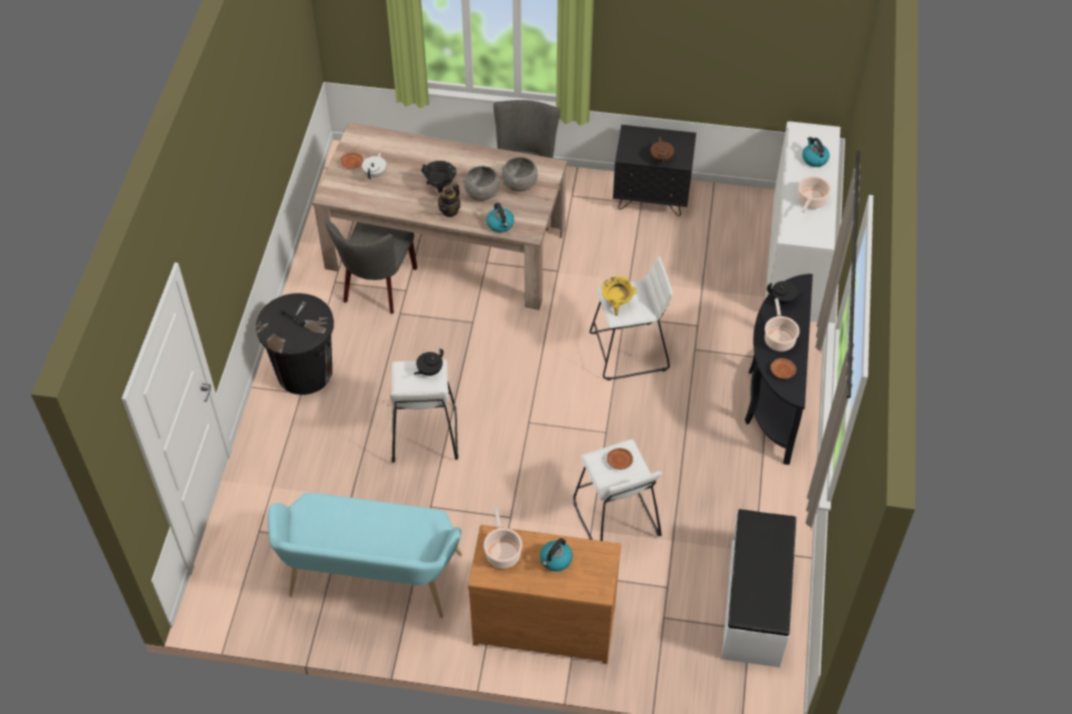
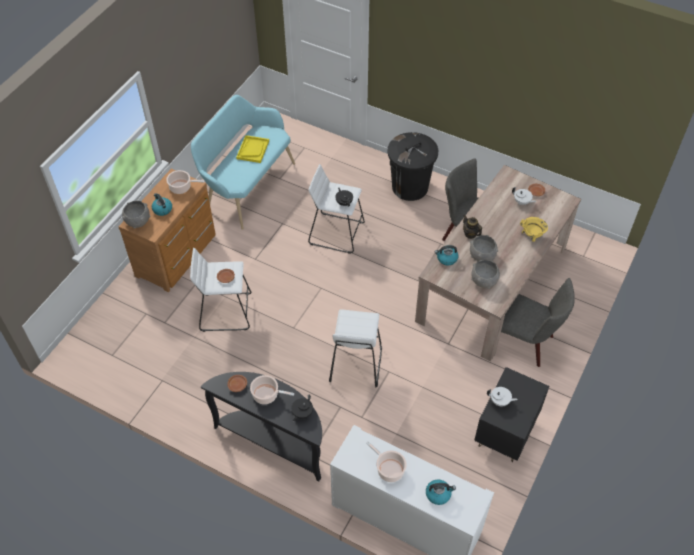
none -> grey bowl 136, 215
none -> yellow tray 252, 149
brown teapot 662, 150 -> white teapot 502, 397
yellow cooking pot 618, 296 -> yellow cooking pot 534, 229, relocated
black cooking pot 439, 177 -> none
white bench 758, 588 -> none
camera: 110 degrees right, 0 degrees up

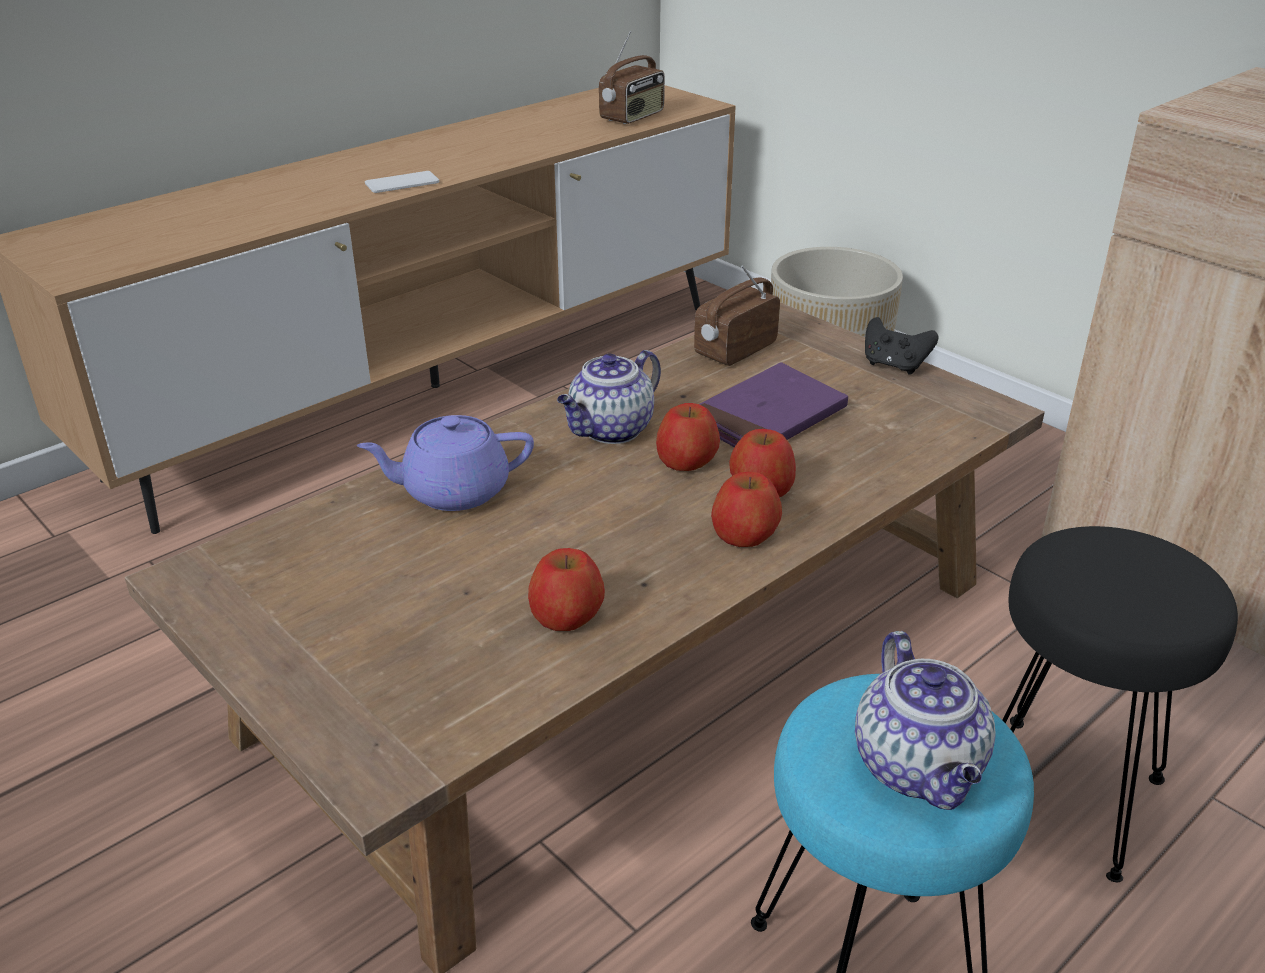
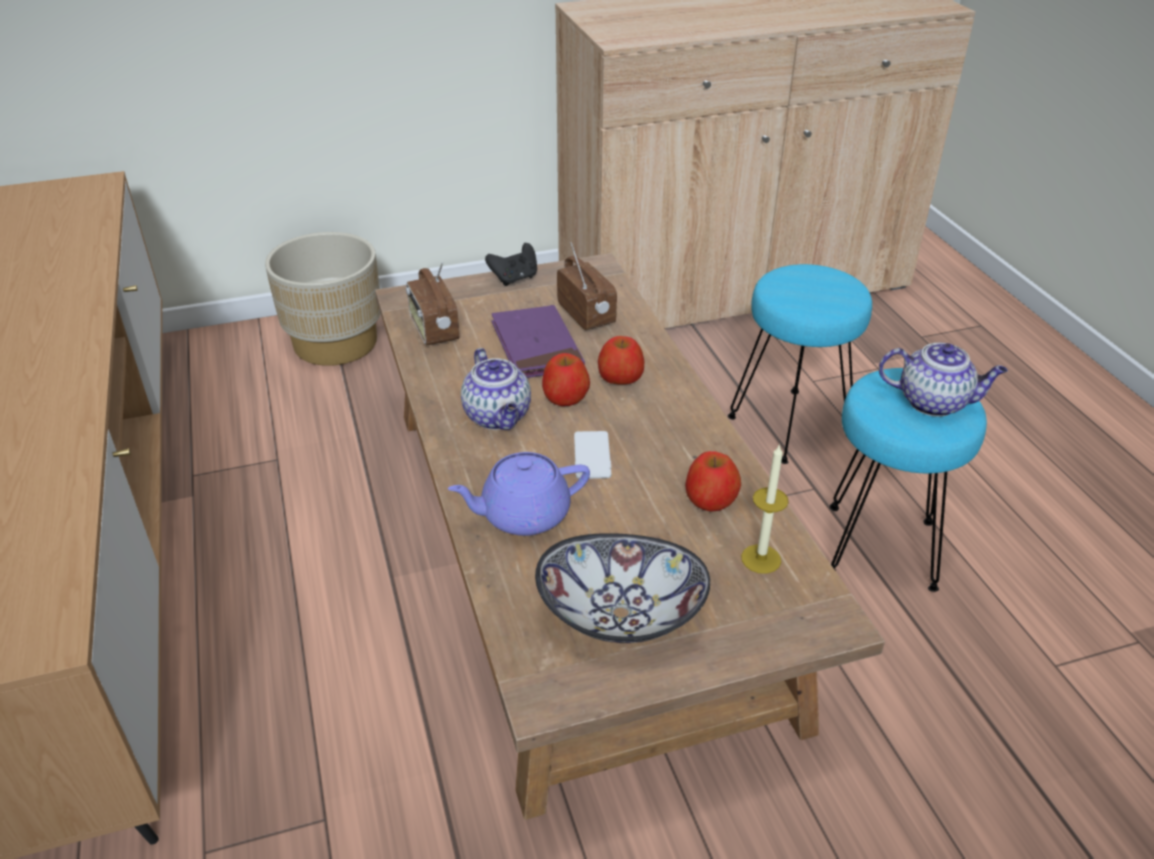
purple teapot 445, 463 -> purple teapot 519, 494, 60 degrees clockwise
none -> bowl 622, 588
radio 632, 77 -> radio 587, 286, relocated
phone 402, 182 -> phone 592, 455, relocated
black stool 1120, 704 -> turquoise stool 800, 364
none -> candle 765, 509
apple 746, 509 -> none
camera: 65 degrees left, 5 degrees up

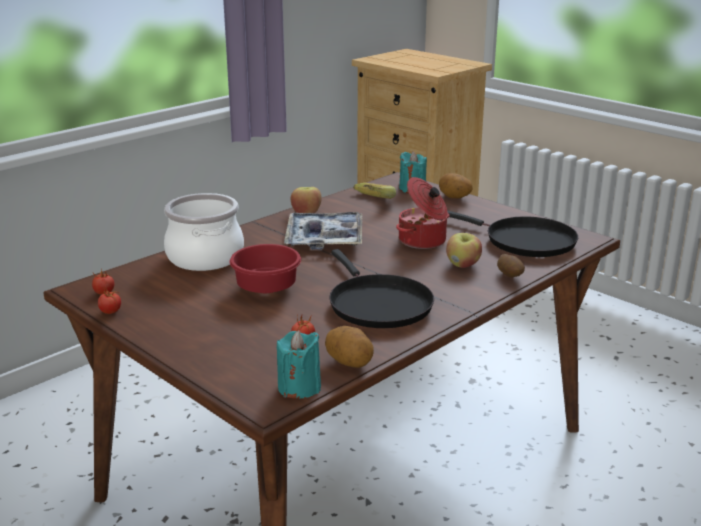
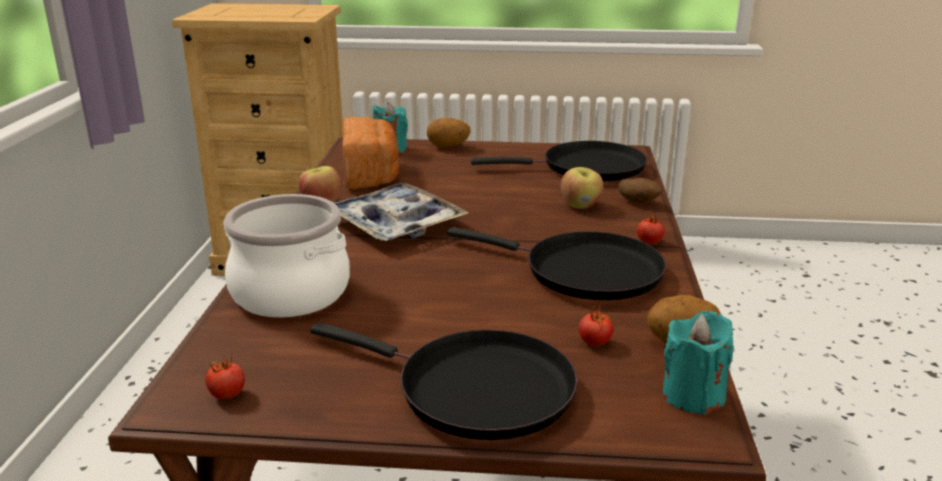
none -> black frying pan 444, 381
banana 374, 191 -> bread 370, 153
tomato 109, 300 -> tomato 651, 227, relocated
red bowl 265, 268 -> none
cooking pot 423, 213 -> none
camera: 40 degrees left, 0 degrees up

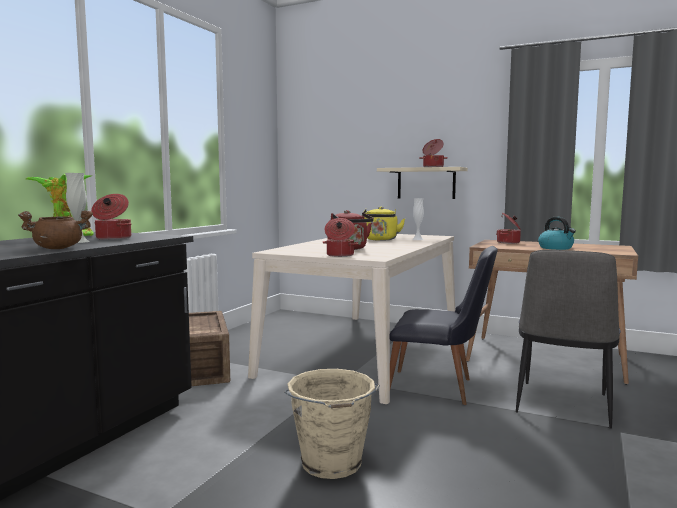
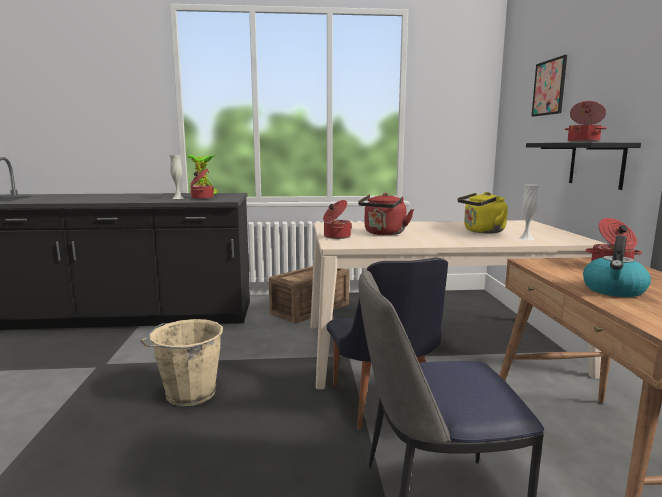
beige shelf 422, 183 -> black shelf 583, 166
none -> picture 549, 86
brown cooking pot 55, 229 -> none
camera: 60 degrees right, 5 degrees up

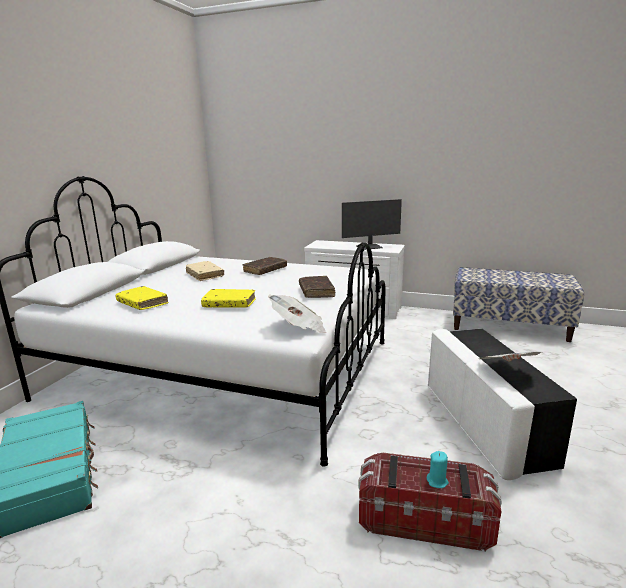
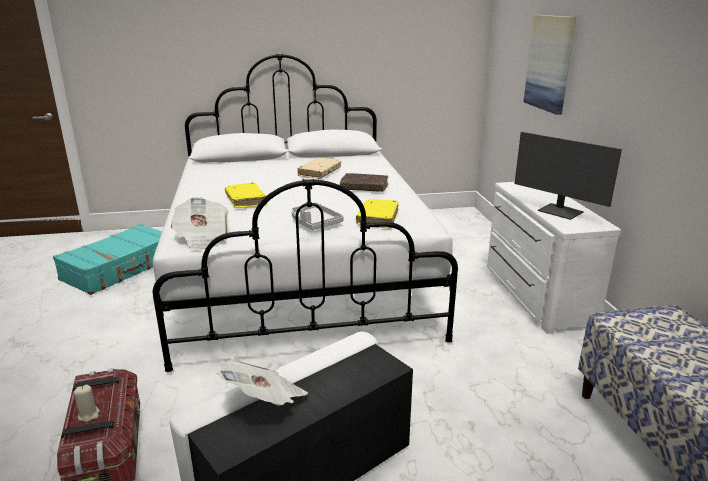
turquoise candle 438, 469 -> beige candle 87, 403
brown book 317, 287 -> grey tray 317, 216
yellow book 141, 298 -> yellow book 377, 213, relocated
none -> picture 549, 65
camera: 60 degrees right, 5 degrees up

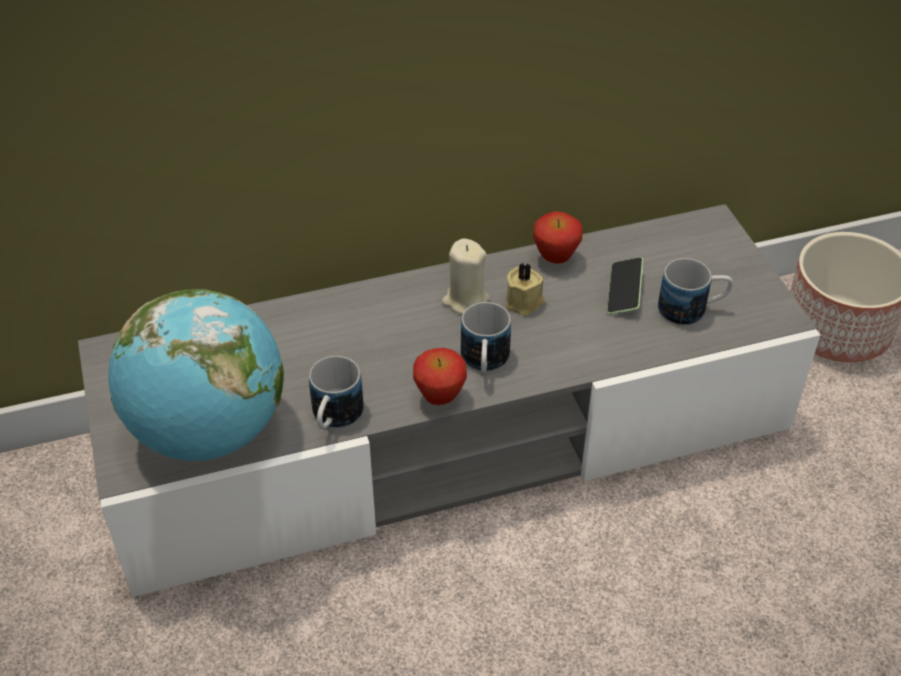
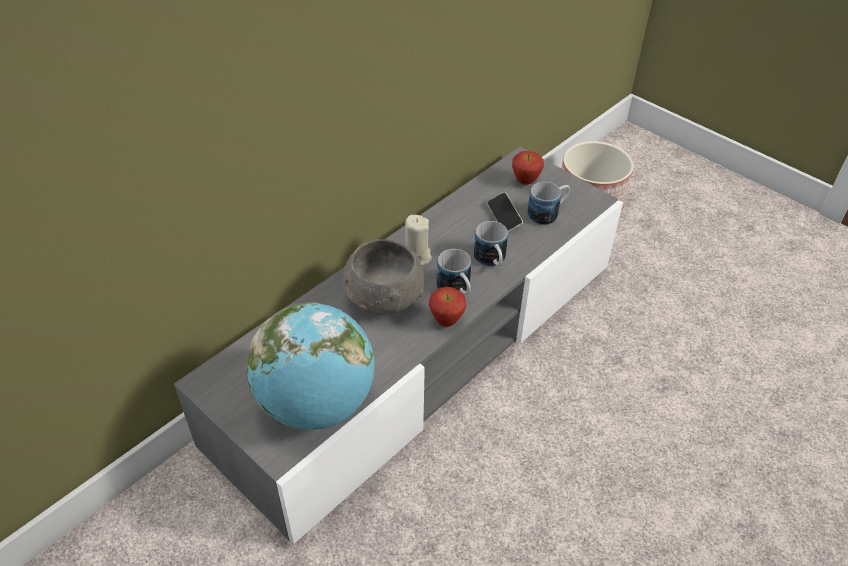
none -> grey bowl 383, 277
mug 336, 393 -> mug 490, 244, relocated
apple 558, 237 -> apple 528, 168, relocated
beige candle 525, 289 -> none
camera: 30 degrees left, 0 degrees up

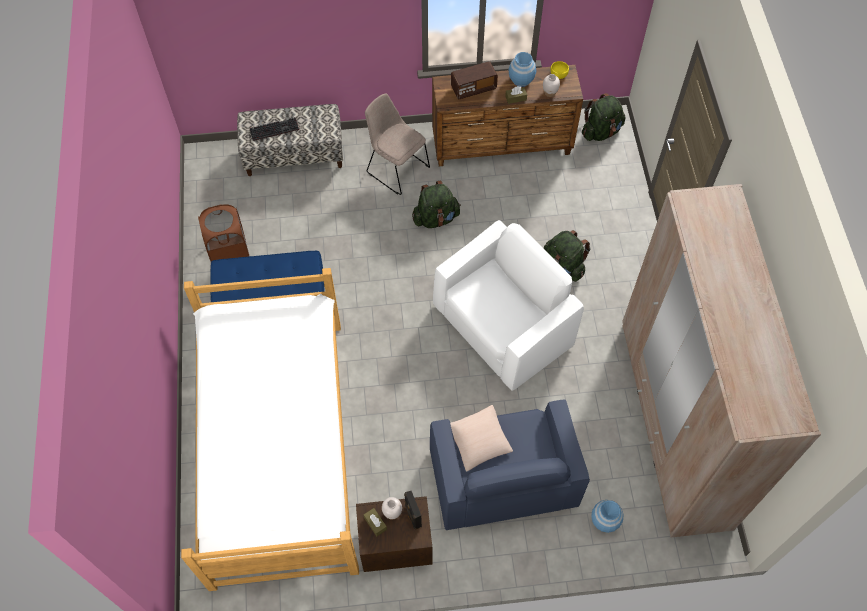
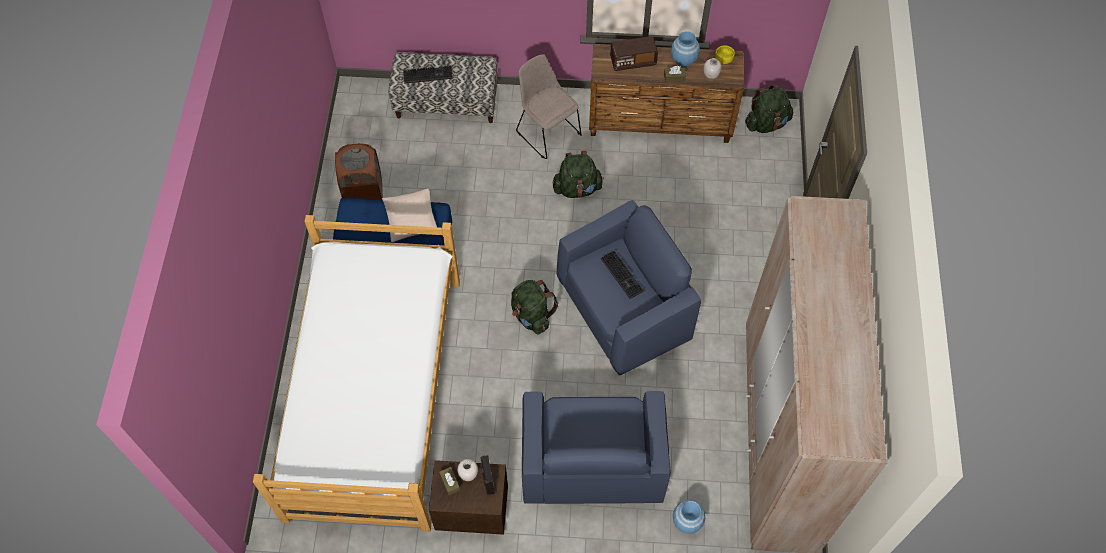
beige pillow 481, 438 -> beige pillow 409, 215, relocated
green backpack 567, 256 -> green backpack 535, 307, relocated
white armchair 508, 305 -> blue armchair 629, 287
none -> keyboard 622, 275
camera: 10 degrees right, 0 degrees up

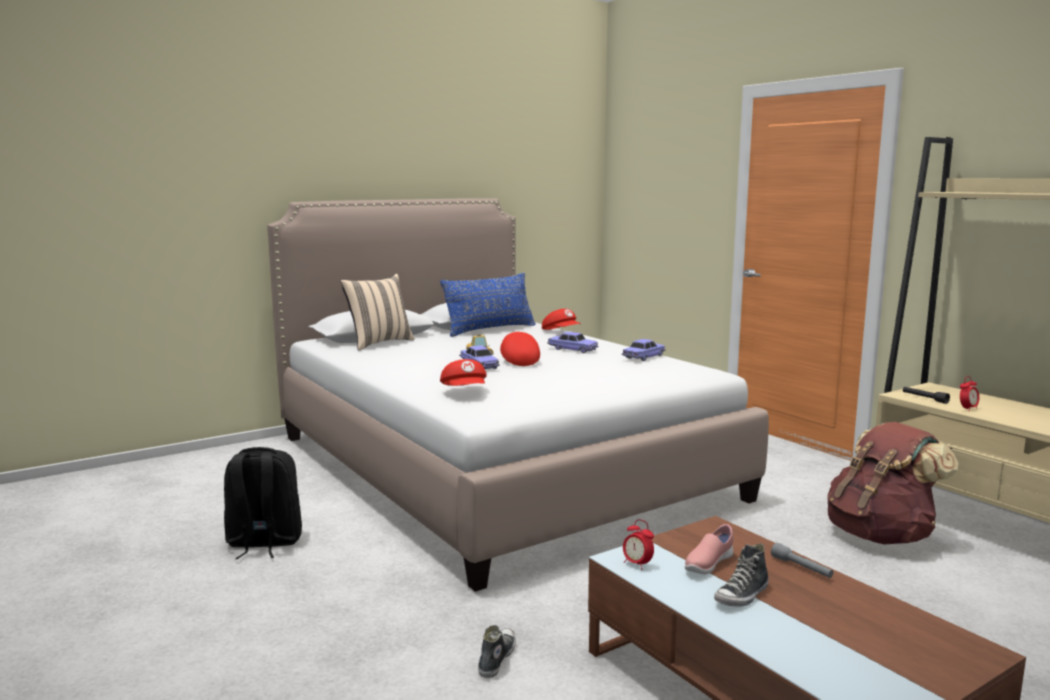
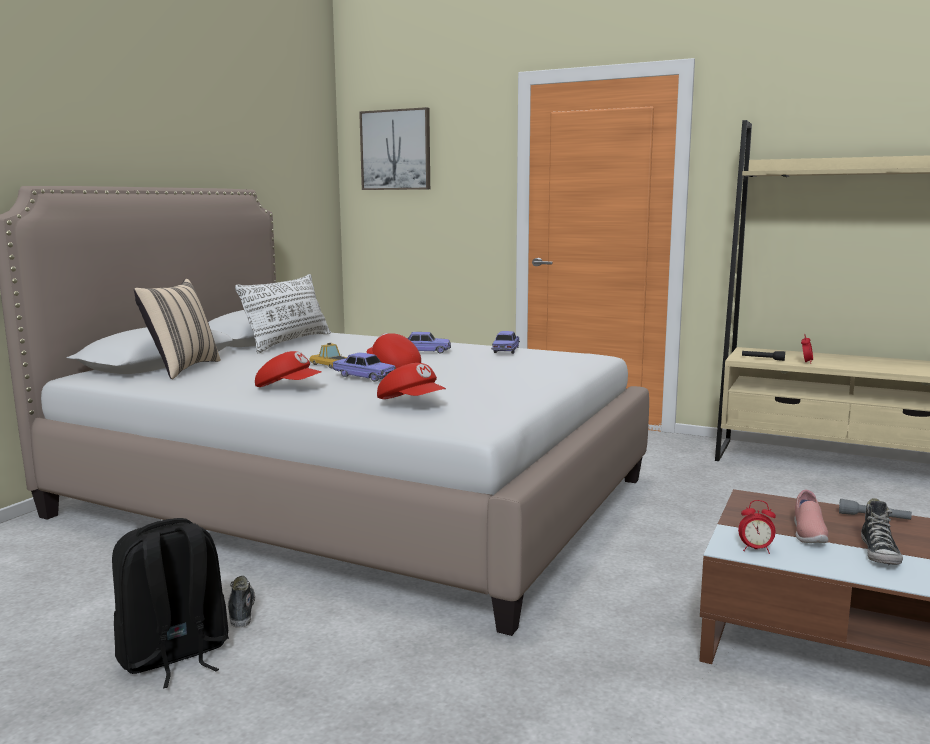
shoe 497, 651 -> shoe 241, 601, relocated
blue pillow 488, 305 -> white pillow 283, 313
red cap 561, 319 -> red cap 288, 369, relocated
none -> picture 394, 148
brown backpack 893, 483 -> none
camera: 30 degrees left, 0 degrees up

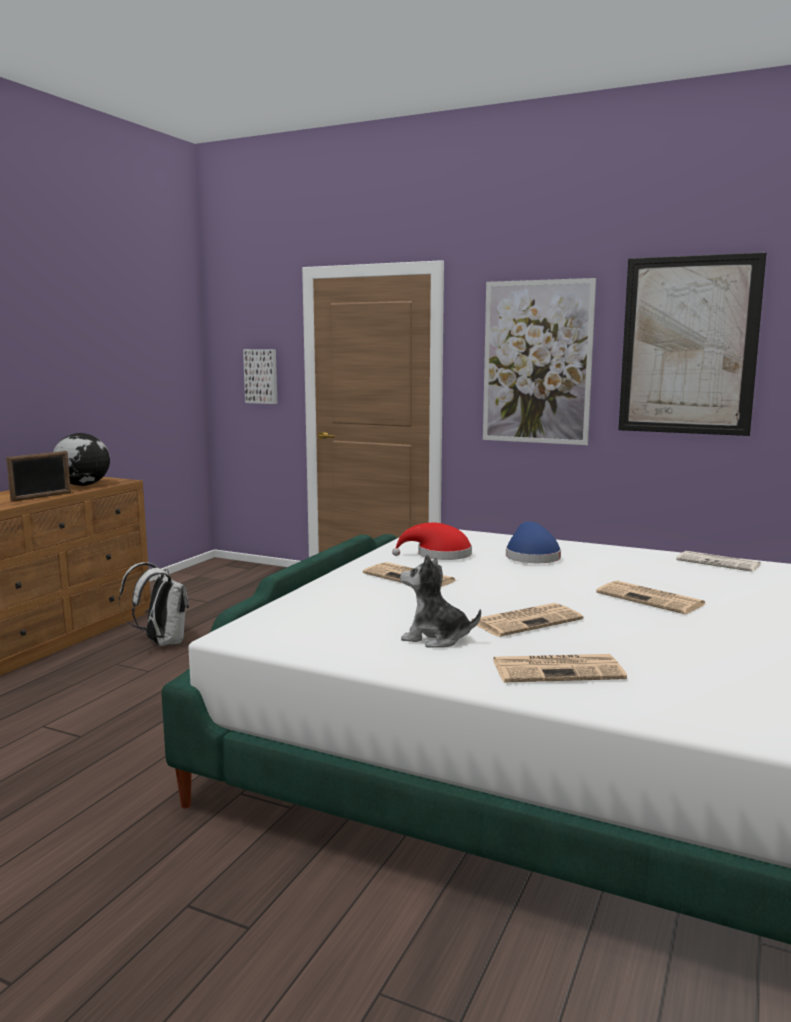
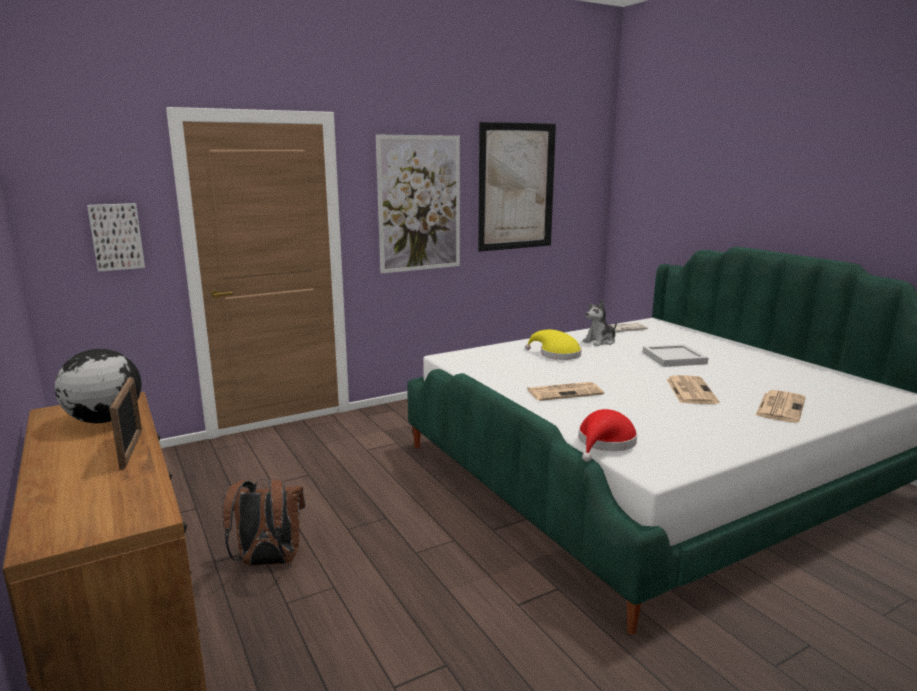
white backpack 154, 604 -> brown backpack 263, 522
blue hat 533, 542 -> yellow hat 553, 345
red hat 432, 541 -> red hat 607, 435, relocated
plush toy 440, 601 -> plush toy 600, 323, relocated
newspaper 650, 597 -> white tray 675, 355
camera: 55 degrees left, 5 degrees up

